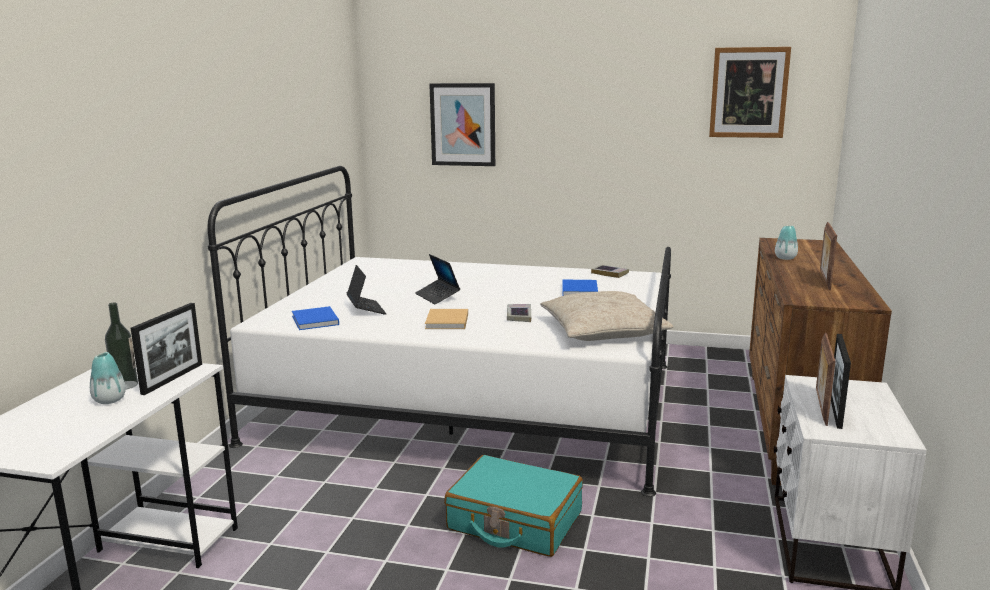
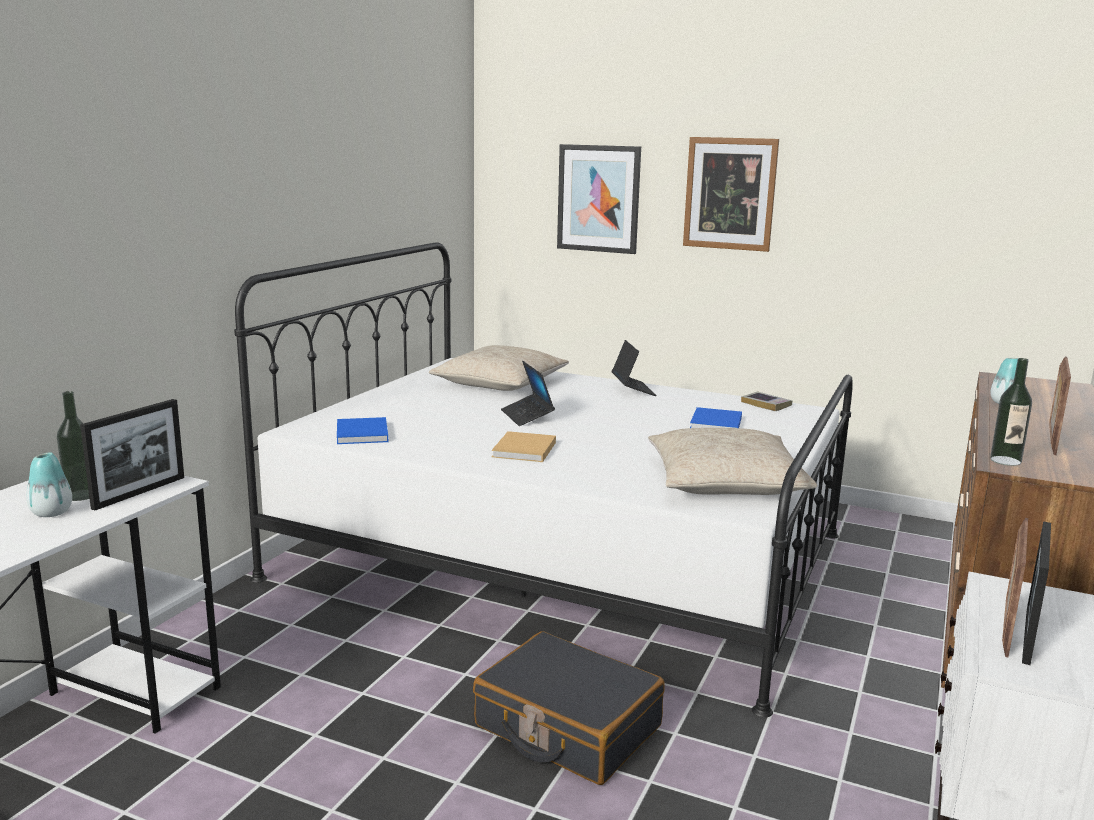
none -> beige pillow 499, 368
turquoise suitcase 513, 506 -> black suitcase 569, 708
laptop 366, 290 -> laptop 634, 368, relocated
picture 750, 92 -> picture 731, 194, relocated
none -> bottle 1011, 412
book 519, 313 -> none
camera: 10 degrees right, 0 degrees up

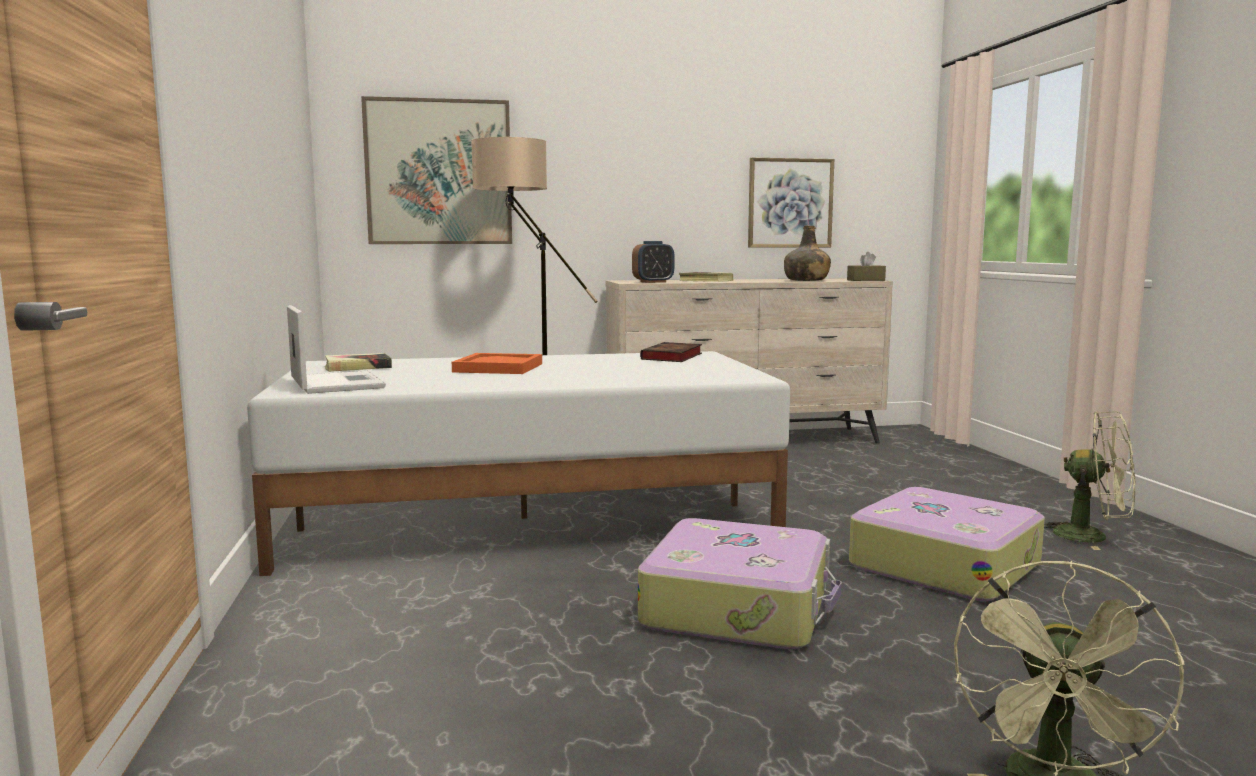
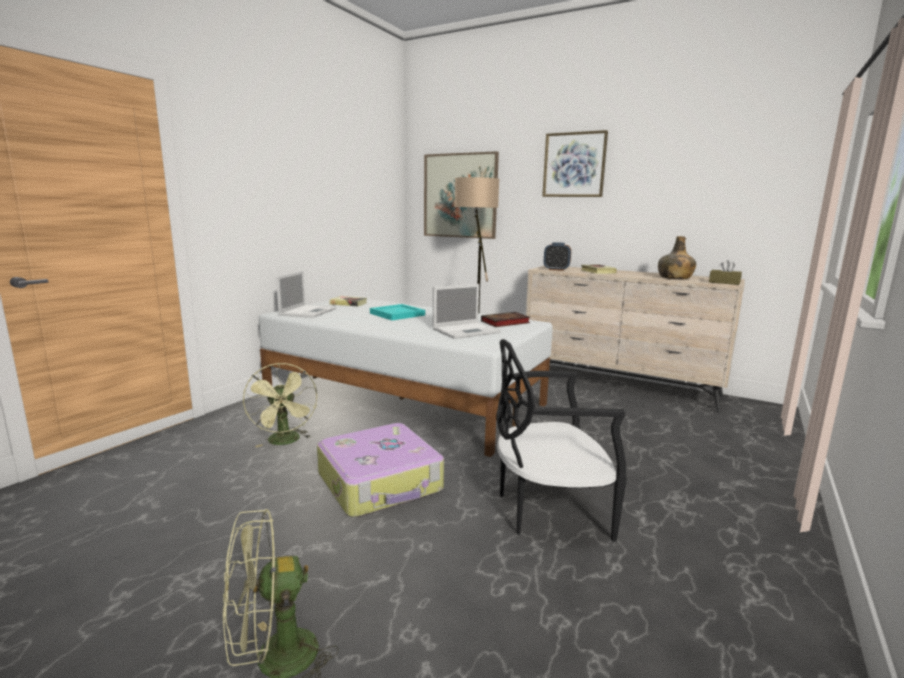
green fan 1090, 480 -> green fan 280, 405, relocated
orange tray 497, 363 -> turquoise tray 397, 312
none -> laptop 467, 311
suitcase 947, 544 -> black chair 561, 440
picture 791, 203 -> picture 575, 163, relocated
camera: 40 degrees right, 5 degrees up

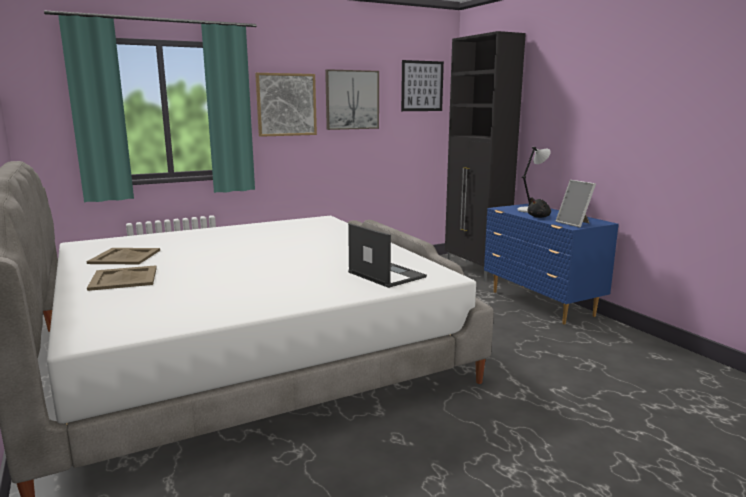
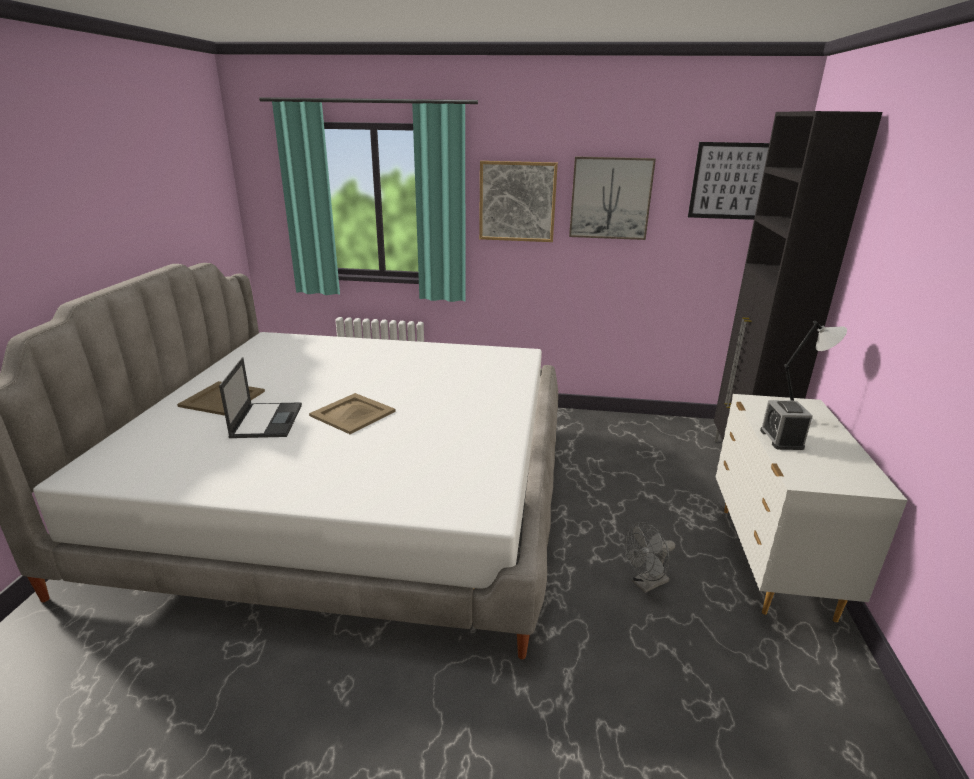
laptop 387, 255 -> laptop 260, 397, relocated
beige tray 123, 256 -> beige tray 352, 413, relocated
none -> grey fan 650, 557
blue dresser 551, 263 -> white dresser 811, 508
black plush toy 539, 207 -> alarm clock 786, 425
picture frame 576, 204 -> none
camera: 35 degrees right, 10 degrees up

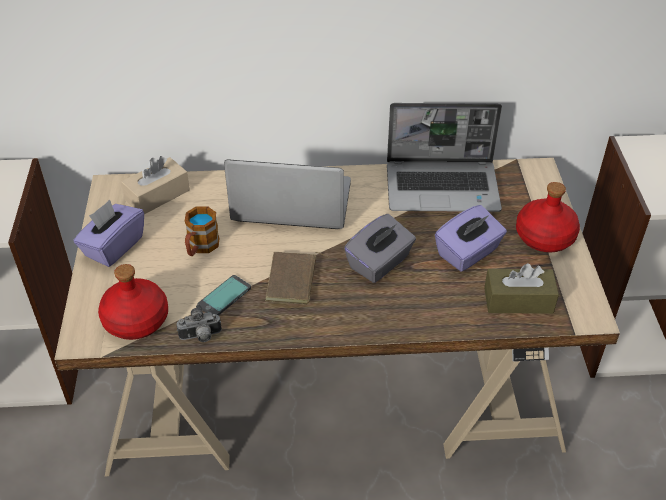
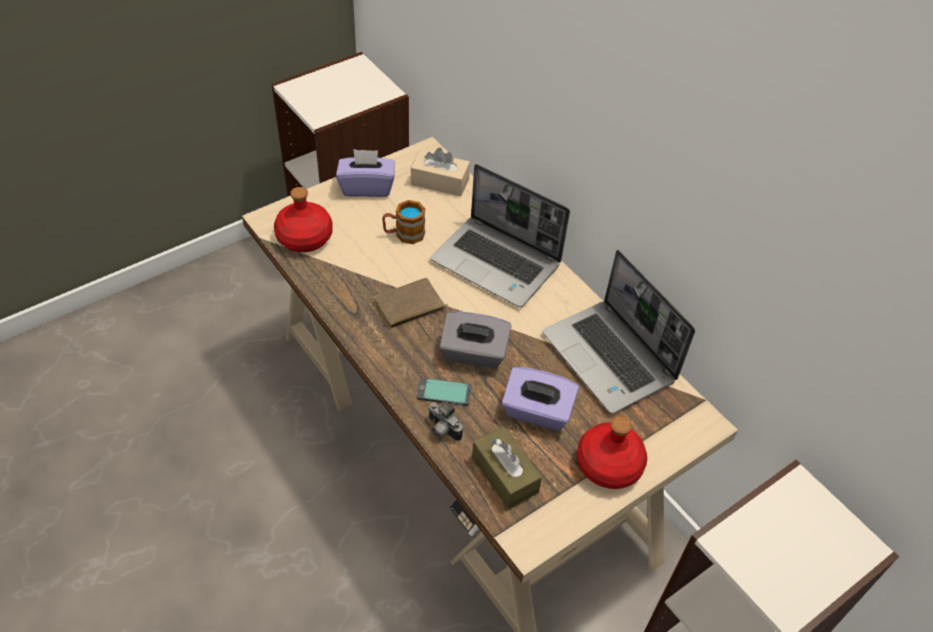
phone 224, 295 -> phone 444, 392, relocated
photo camera 199, 323 -> photo camera 445, 422, relocated
laptop 287, 194 -> laptop 500, 235, 150 degrees clockwise
camera: 55 degrees right, 5 degrees up

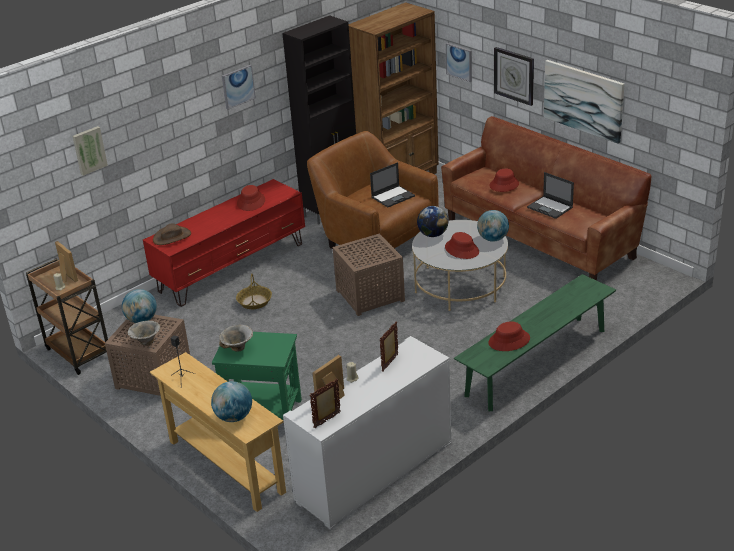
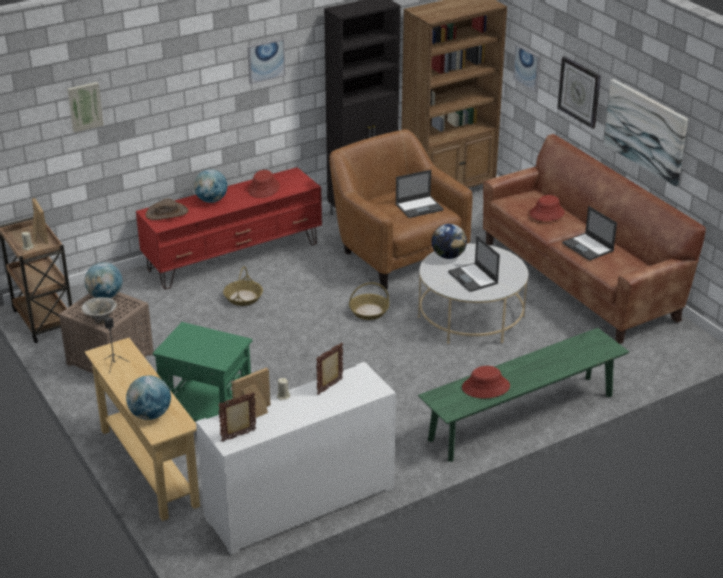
globe 493, 226 -> globe 210, 186, relocated
brown side table 368, 274 -> basket 369, 301
red hat 462, 245 -> laptop 474, 264
bowl 236, 338 -> none
camera: 10 degrees right, 0 degrees up

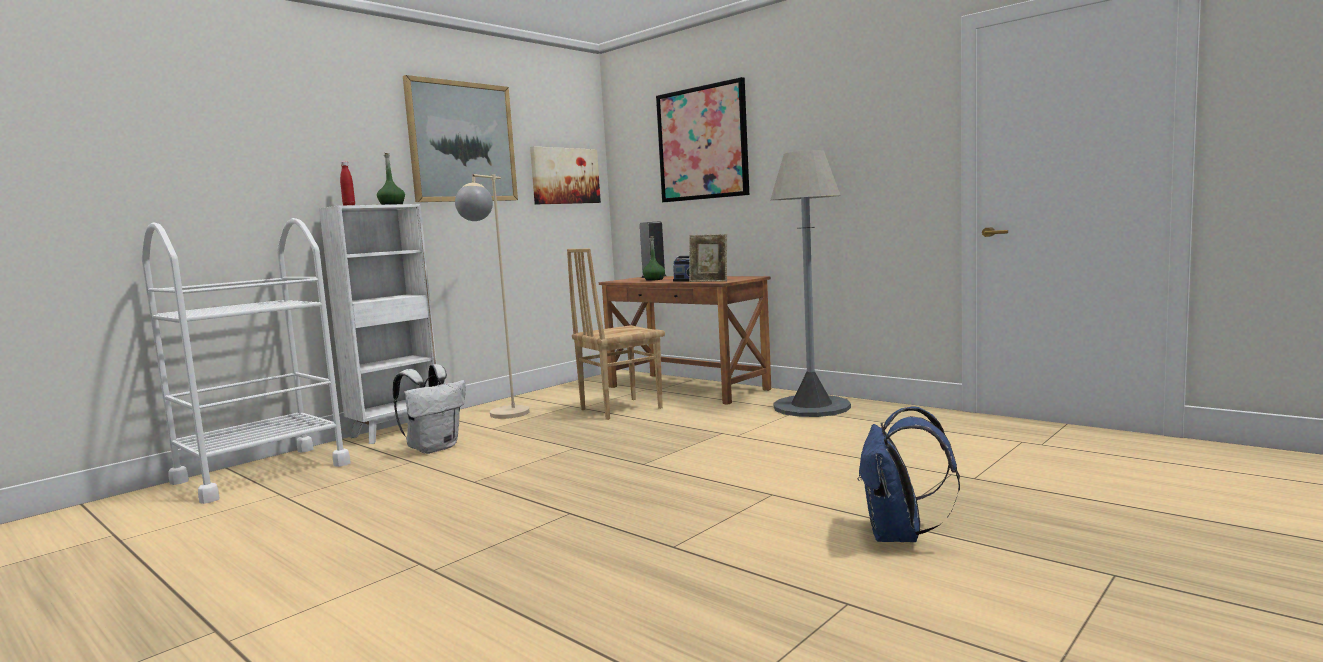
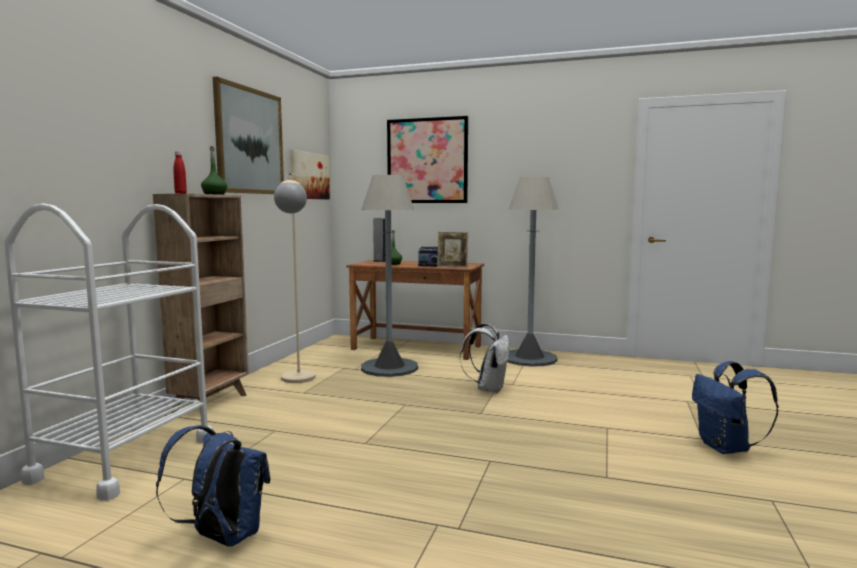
white bookcase 379, 324 -> brown bookcase 201, 304
none -> blue backpack 213, 486
brown chair 616, 334 -> grey floor lamp 389, 276
white backpack 429, 409 -> white backpack 485, 358, relocated
camera: 25 degrees left, 0 degrees up

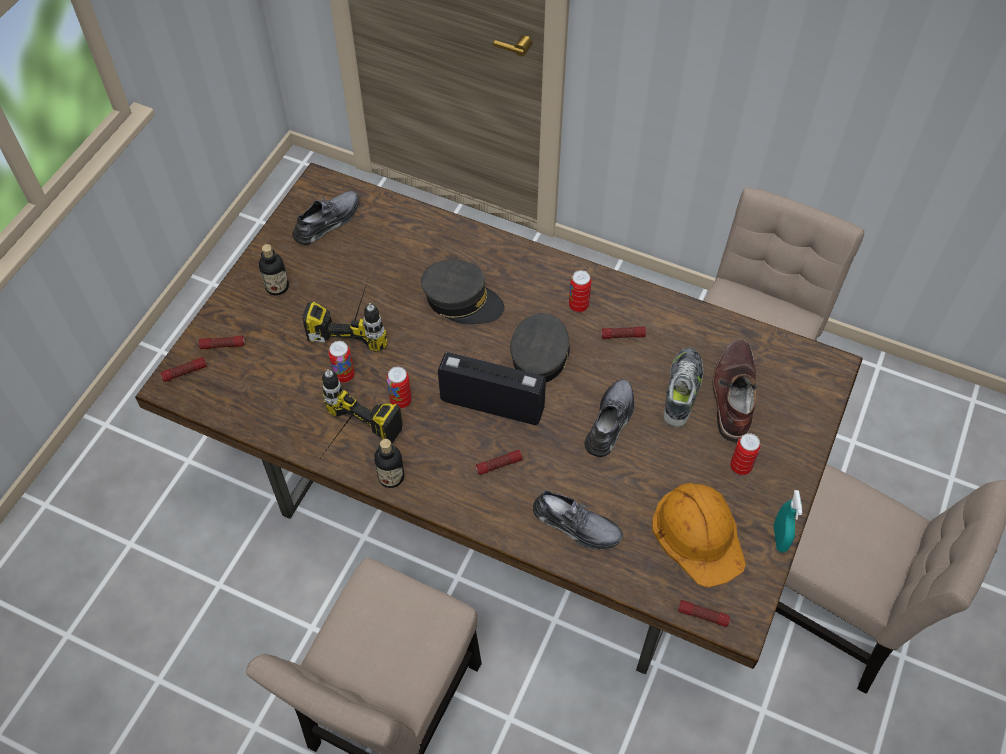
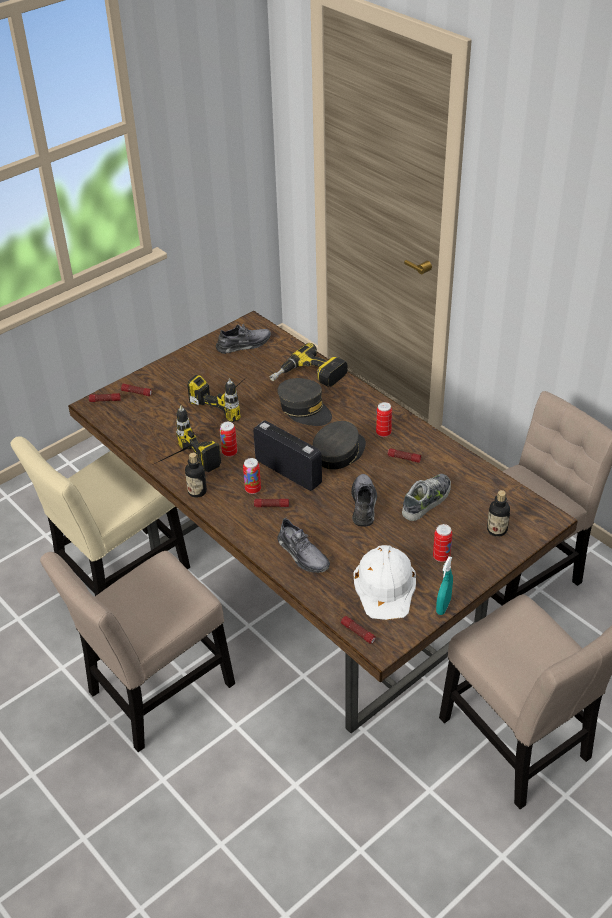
none -> beige chair 100, 516
can 341, 362 -> can 252, 476, relocated
none -> power drill 308, 365
grey shoe 609, 418 -> grey shoe 364, 500, 45 degrees counterclockwise
orange hard hat 699, 535 -> white hard hat 385, 582
bottle 274, 269 -> bottle 498, 513, relocated
brown boot 735, 391 -> none
camera: 25 degrees right, 15 degrees down

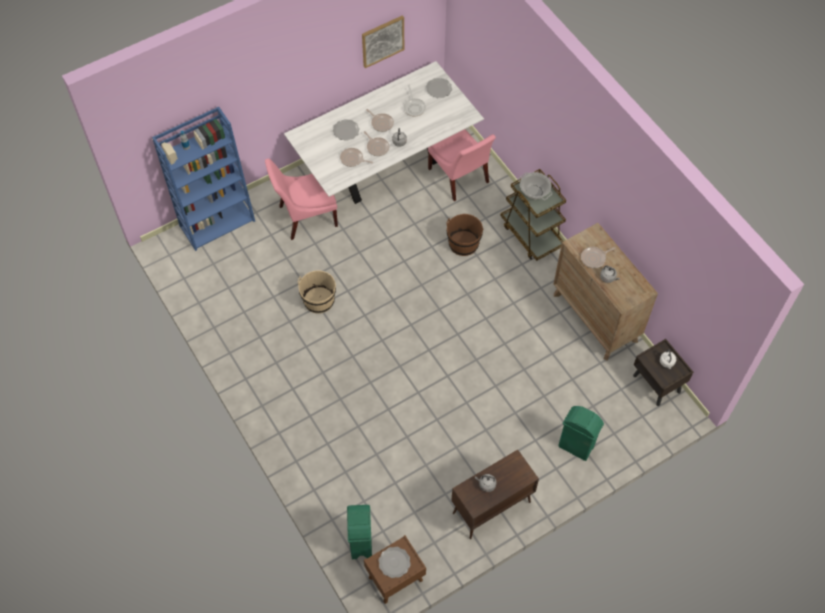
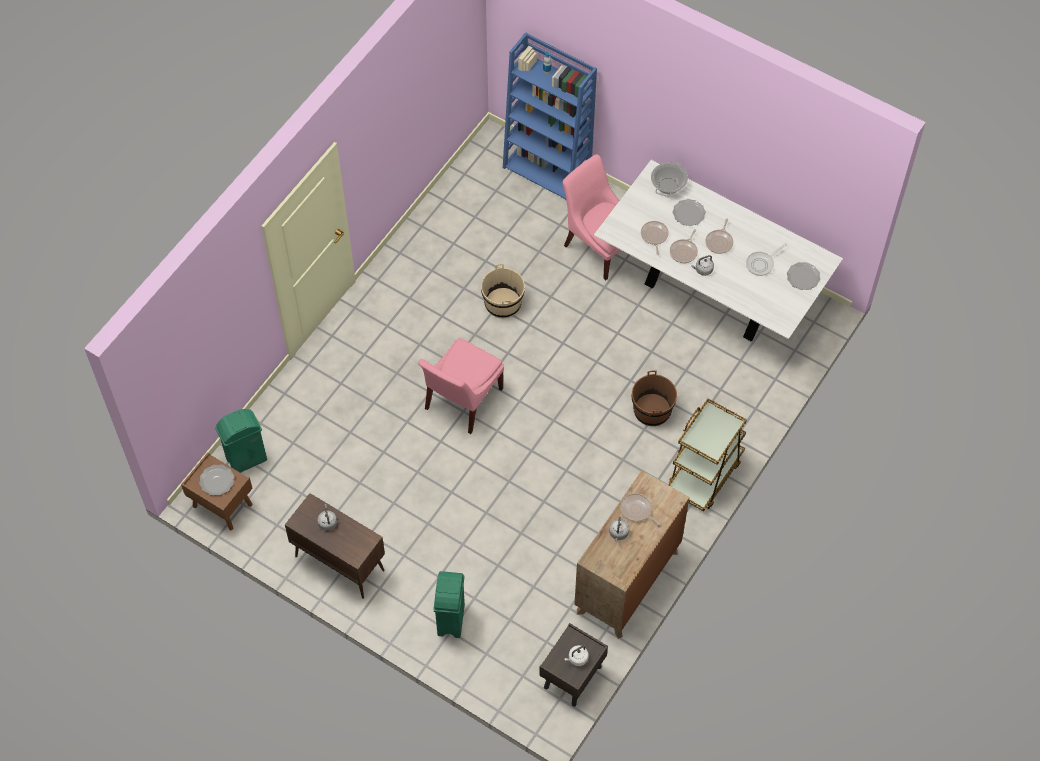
pink chair 462, 165 -> pink chair 461, 386, relocated
cooking pot 536, 186 -> cooking pot 669, 179, relocated
picture 383, 41 -> none
camera: 65 degrees right, 0 degrees up

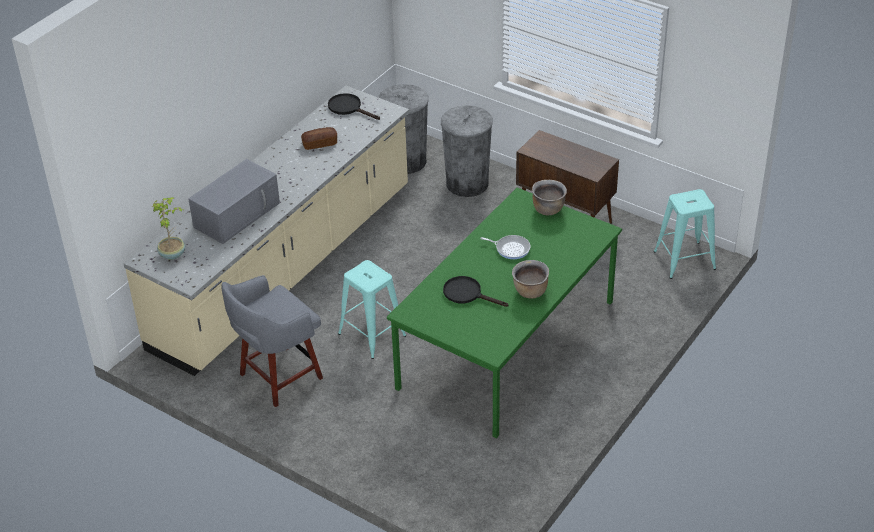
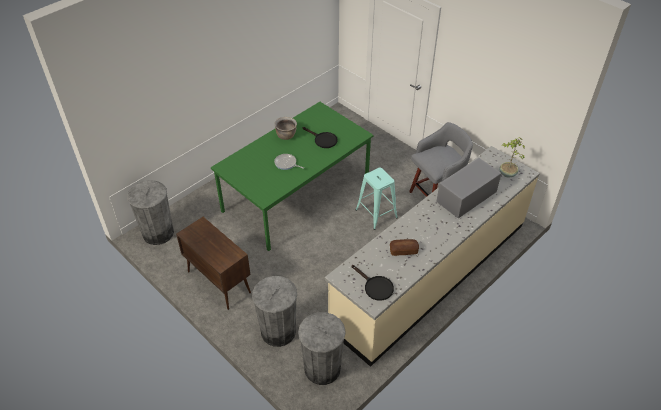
turquoise stool 685, 234 -> grey trash can 150, 212
brown cooking pot 549, 197 -> none
camera: 170 degrees left, 5 degrees up

